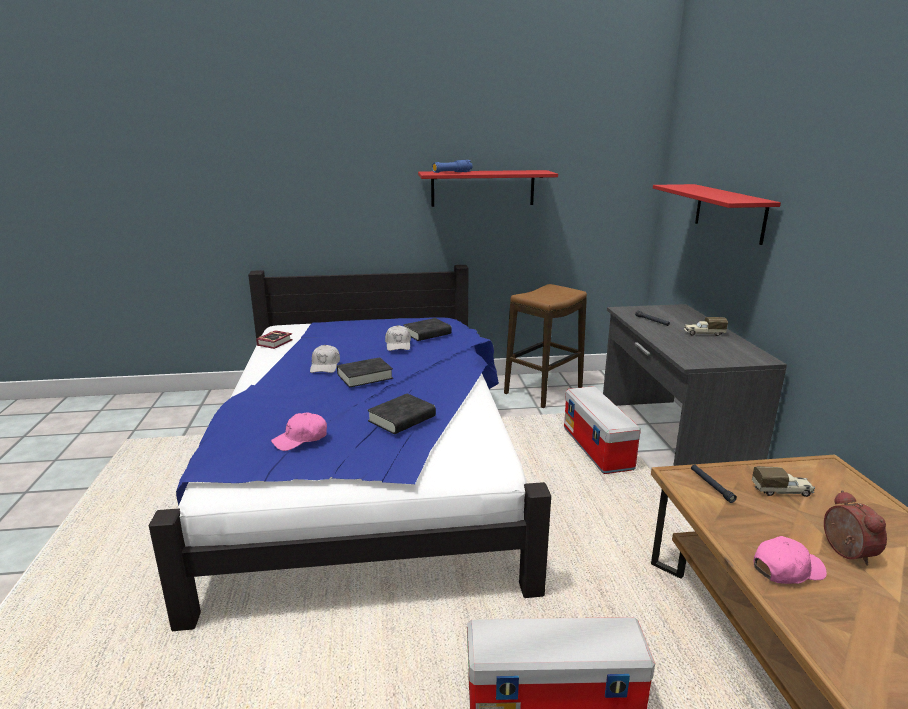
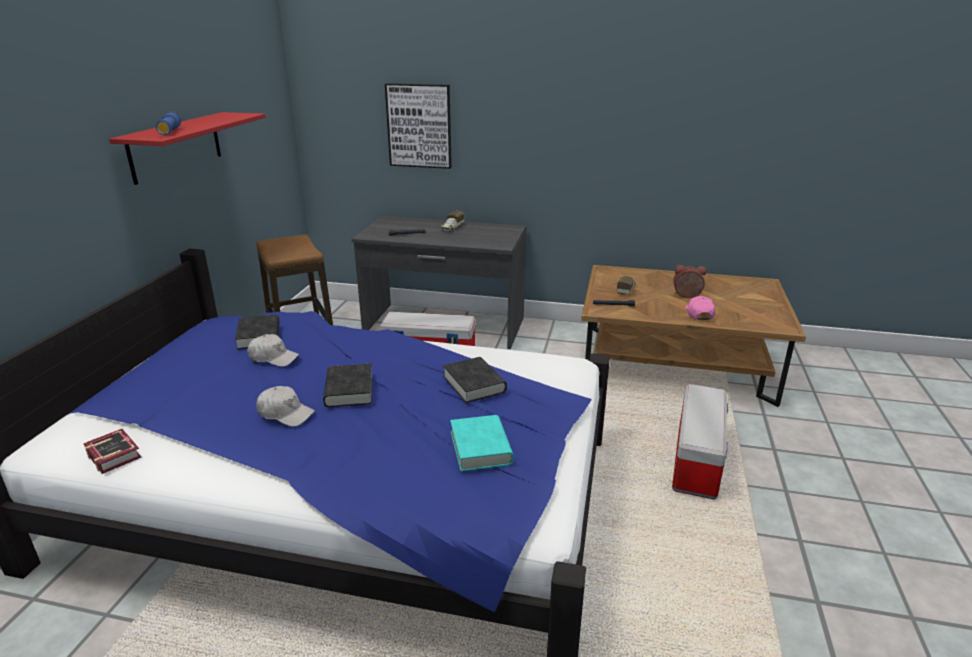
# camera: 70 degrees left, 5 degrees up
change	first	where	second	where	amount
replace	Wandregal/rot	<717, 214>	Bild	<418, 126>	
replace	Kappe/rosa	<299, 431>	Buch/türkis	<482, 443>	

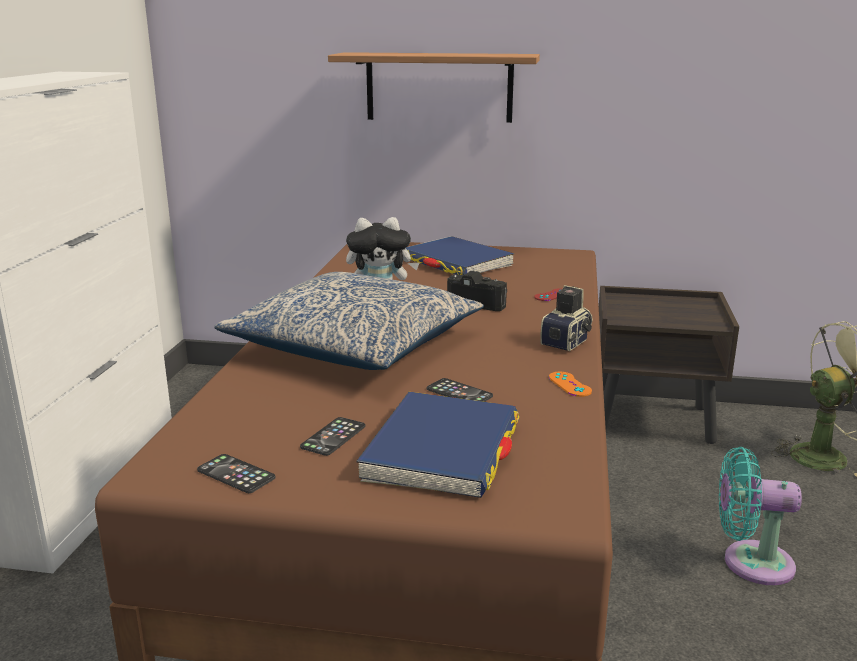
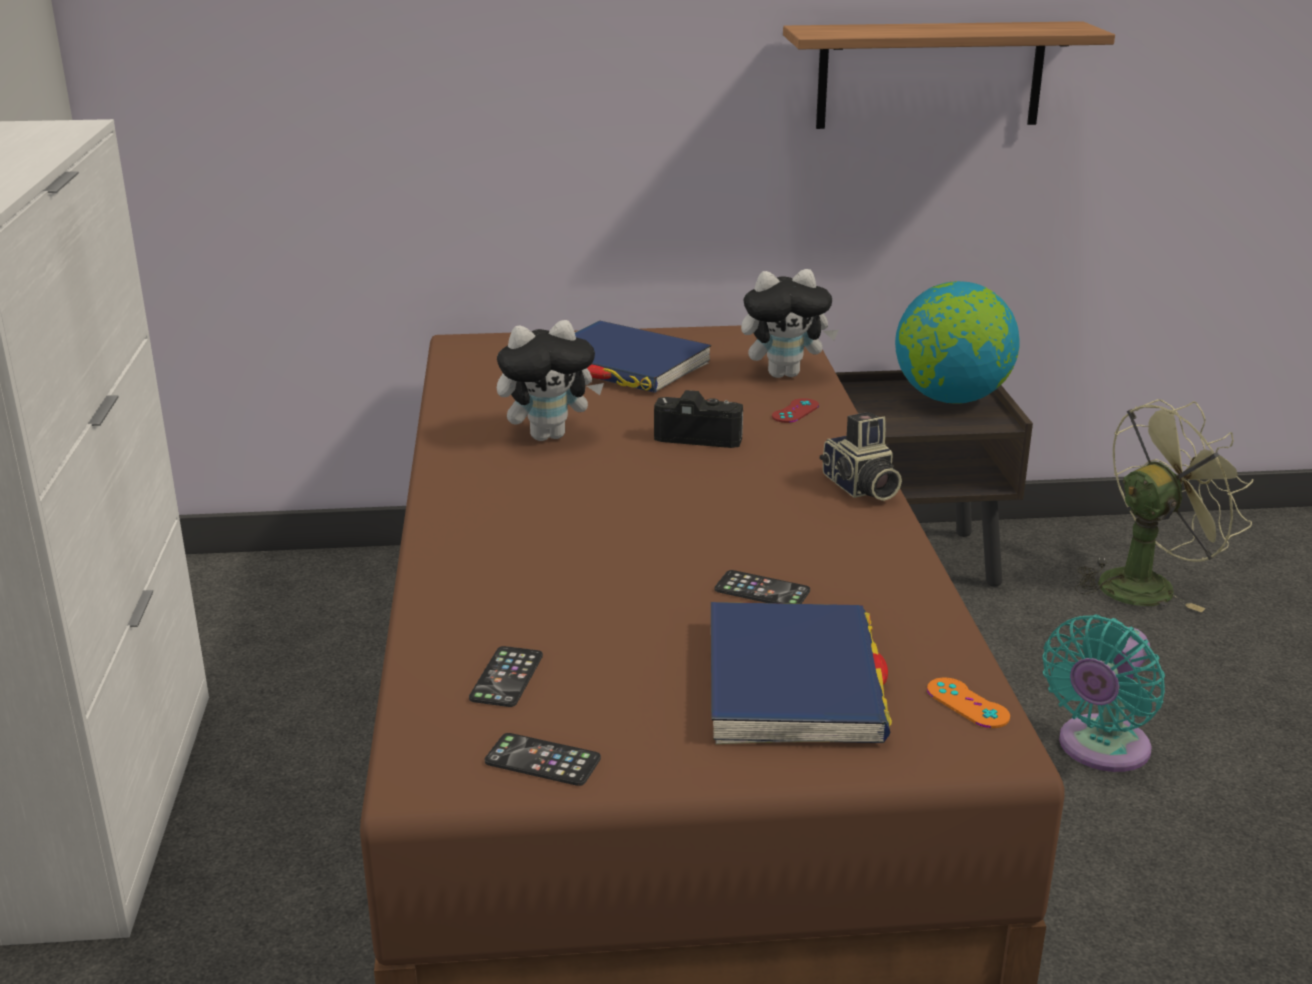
# camera: 15 degrees left, 5 degrees up
change	first	where	second	where	amount
move	Handy	<332, 436>		<506, 676>	
insert			Plüschtier	<789, 323>	
move	Wandregal	<434, 87>		<949, 75>	
rotate	Kamera	<566, 318>		<861, 456>	135 degrees clockwise
insert			Globus	<957, 342>	
move	Gamepad/orange	<570, 384>		<968, 703>	
rotate	Ventilator/türkis	<760, 516>		<1103, 693>	45 degrees counterclockwise
delete	Kissen	<349, 321>			

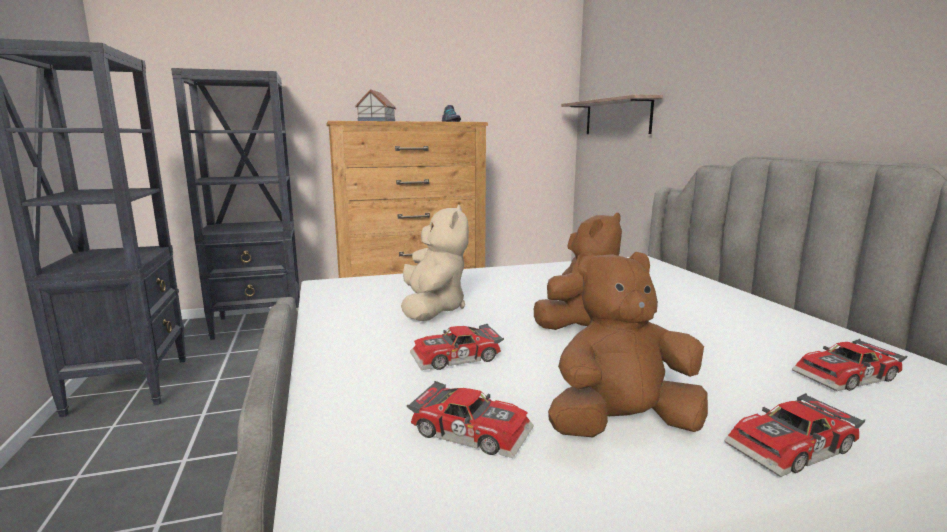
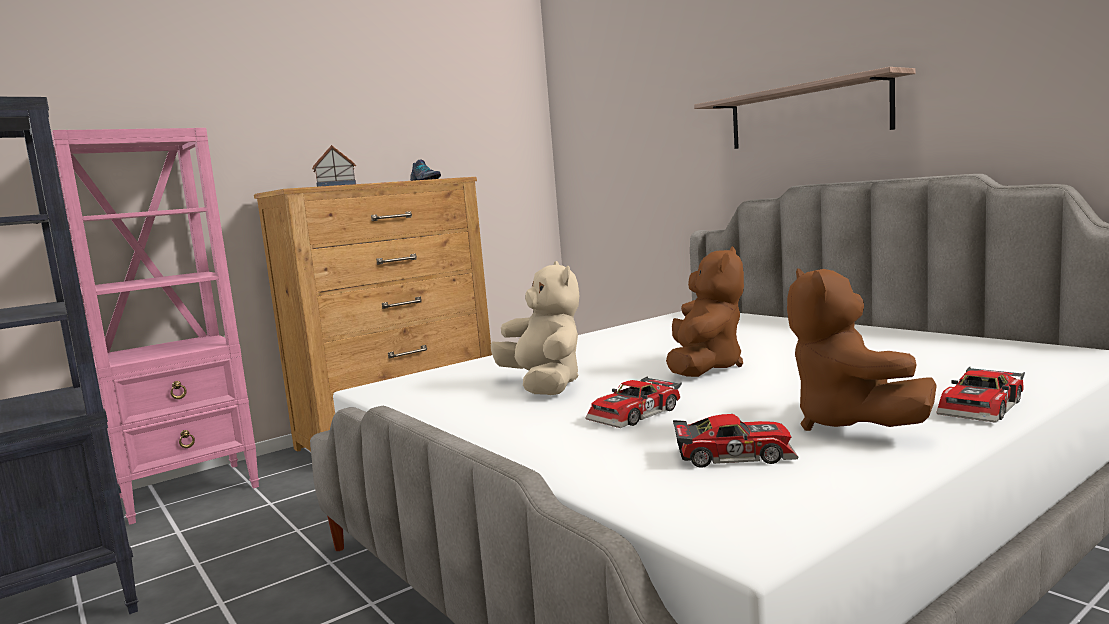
# camera: 20 degrees left, 5 degrees down
change	first	where	second	where	amount
recolor	Bücherregal/schwarz	<235, 204>	Bücherregal/rosa	<155, 326>	
move	Wandregal	<612, 114>		<804, 108>	
rotate	Plüschtier/braun	<628, 343>		<862, 349>	60 degrees counterclockwise
delete	Spielzeugauto	<849, 365>			

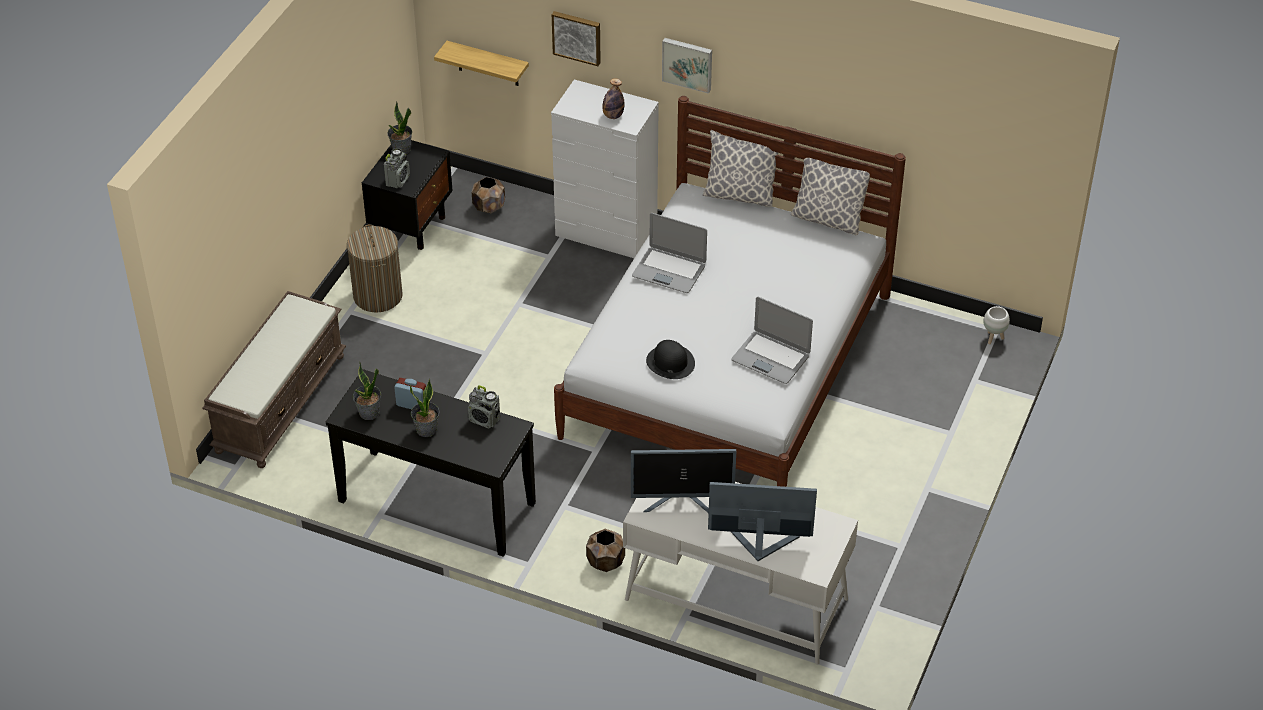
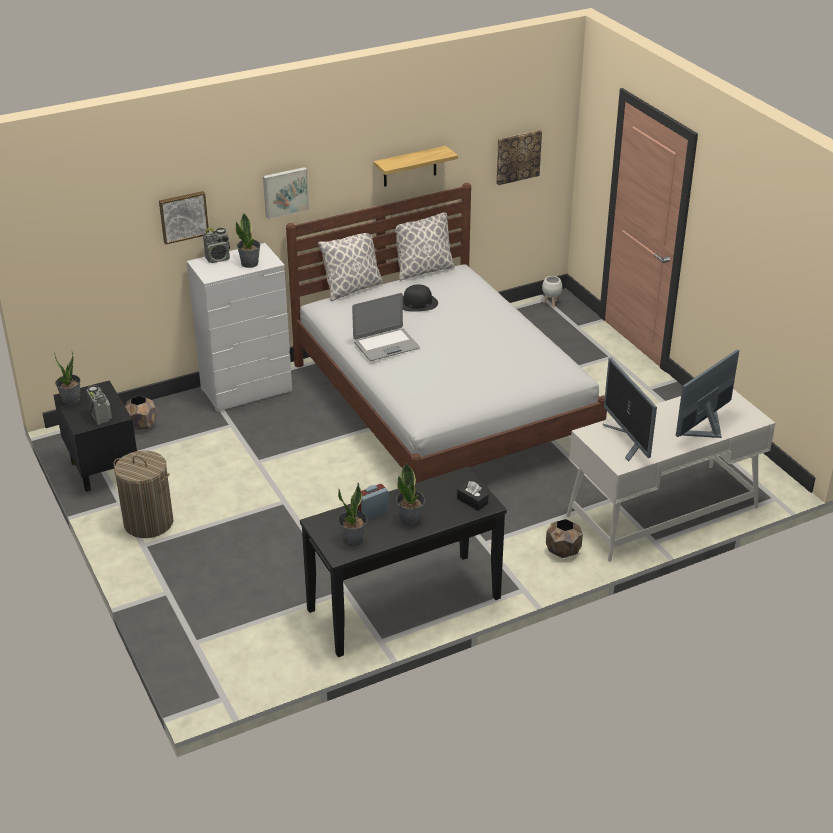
# camera: 50 degrees left, 10 degrees down
change	first	where	second	where	amount
move	Radio	<484, 406>		<216, 245>	
replace	Flasche	<613, 98>	Topfpflanze	<248, 240>	
move	Wandregal	<481, 63>		<416, 166>	
move	Hut/schwarz	<670, 359>		<420, 298>	
insert			Taschentuchbox/schwarz	<472, 496>	
insert			Bild	<519, 157>	
rotate	Monitor	<683, 481>		<630, 409>	120 degrees clockwise
delete	Bank/braun	<274, 379>			
delete	Laptop	<772, 340>			

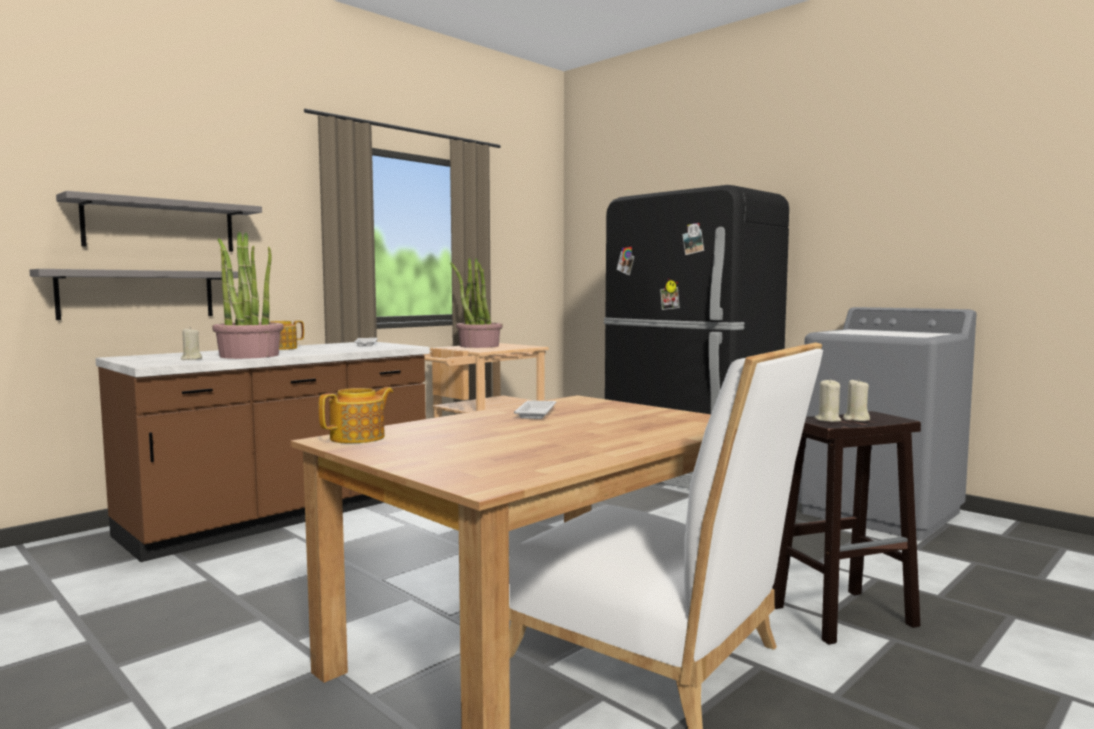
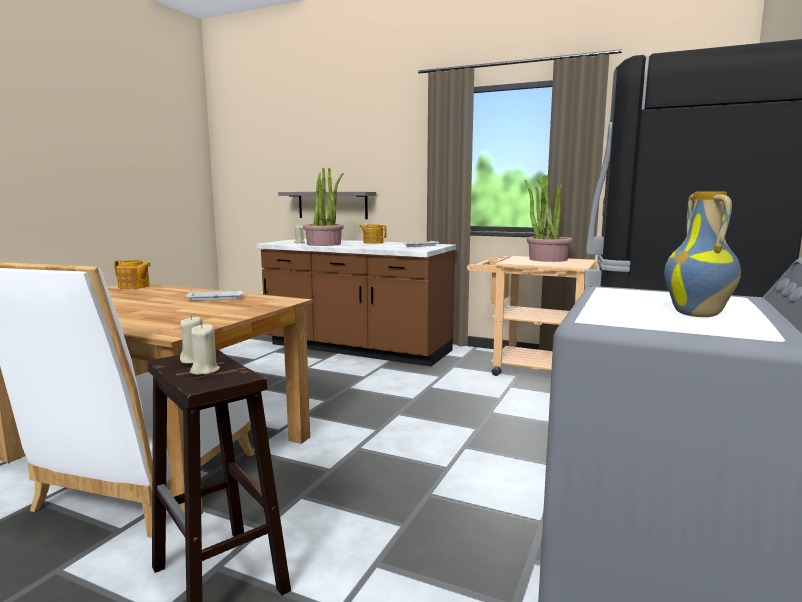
# camera: 70 degrees right, 5 degrees up
change	first	where	second	where	amount
insert			Vase	<702, 254>	
delete	Wandregal/grau	<159, 221>			

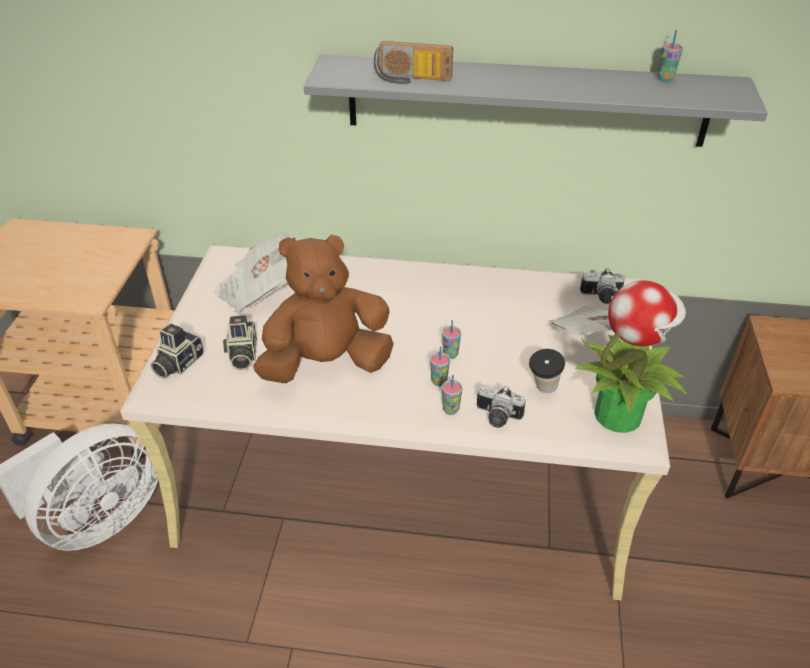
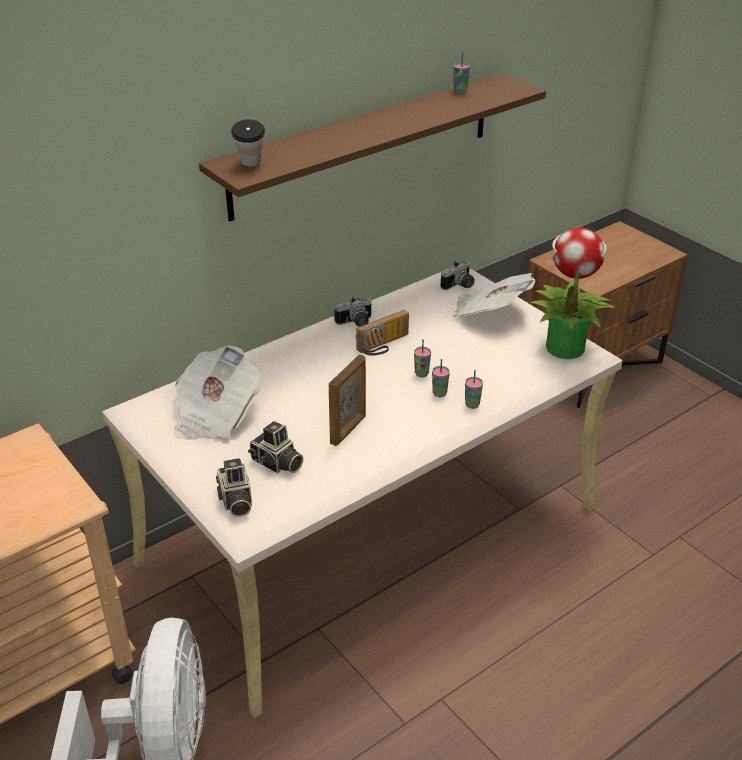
# camera: 45 degrees left, 5 degrees down
change	first	where	second	where	amount
recolor	Wandregal/grau	<536, 101>	Wandregal/braun	<372, 147>	
move	Tasse	<547, 371>		<248, 143>	
replace	Plüschtier/braun	<323, 308>	Bilderrahmen	<347, 400>	
move	Kamera	<501, 406>		<352, 311>	
move	Radio	<413, 62>		<382, 333>	

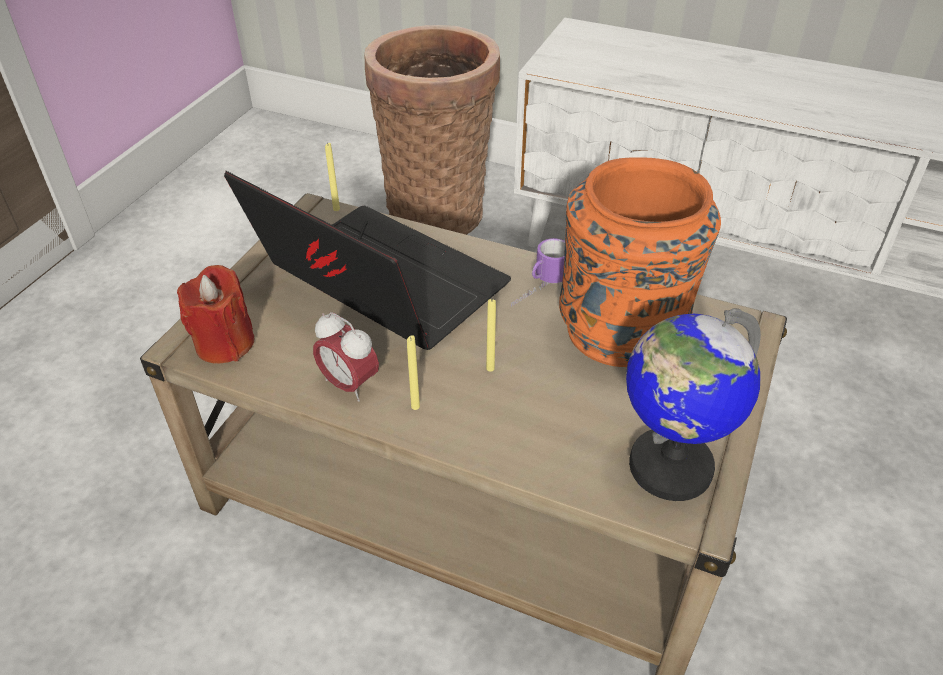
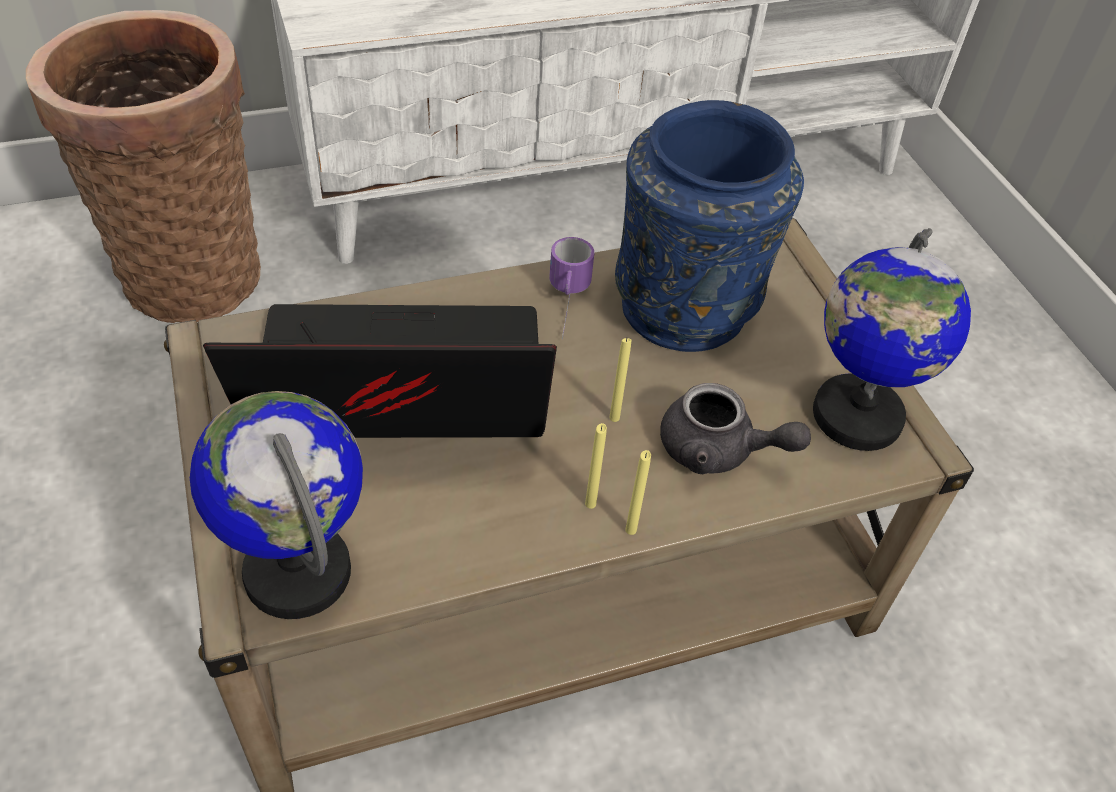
# camera: 45 degrees left, 5 degrees up
change	first	where	second	where	amount
replace	Kerze/rot	<215, 314>	Globus	<276, 505>	
recolor	Vase/orange	<640, 262>	Vase/blau	<709, 226>	
move	Kerze/gelb	<332, 177>		<638, 492>	
insert			Teekanne/grau	<735, 428>	
delete	Wecker	<346, 357>			

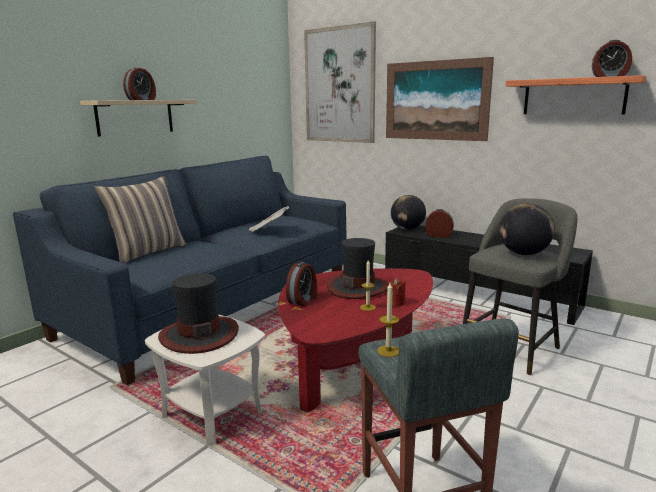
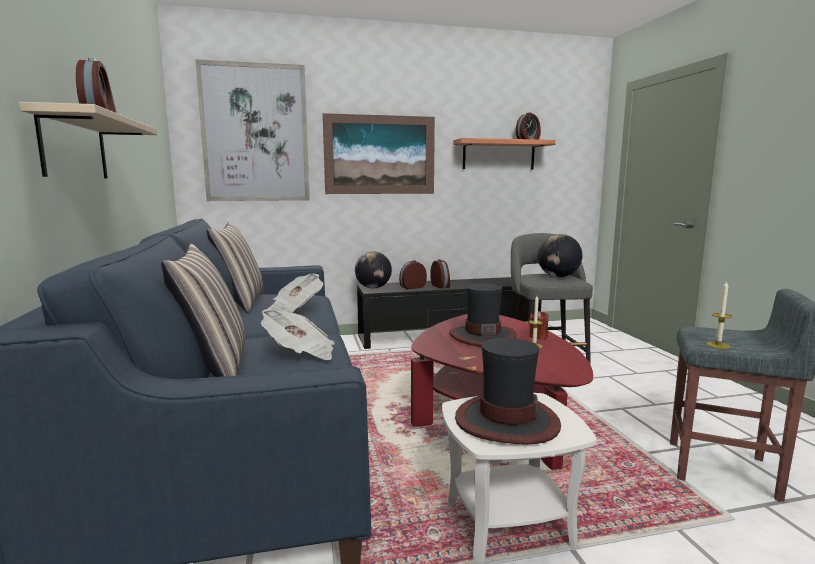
# camera: 50 degrees left, 5 degrees down
change	first	where	second	where	amount
insert			Kissen	<235, 267>	
insert			Zeitung	<297, 334>	
move	Wecker	<301, 284>		<440, 273>	

